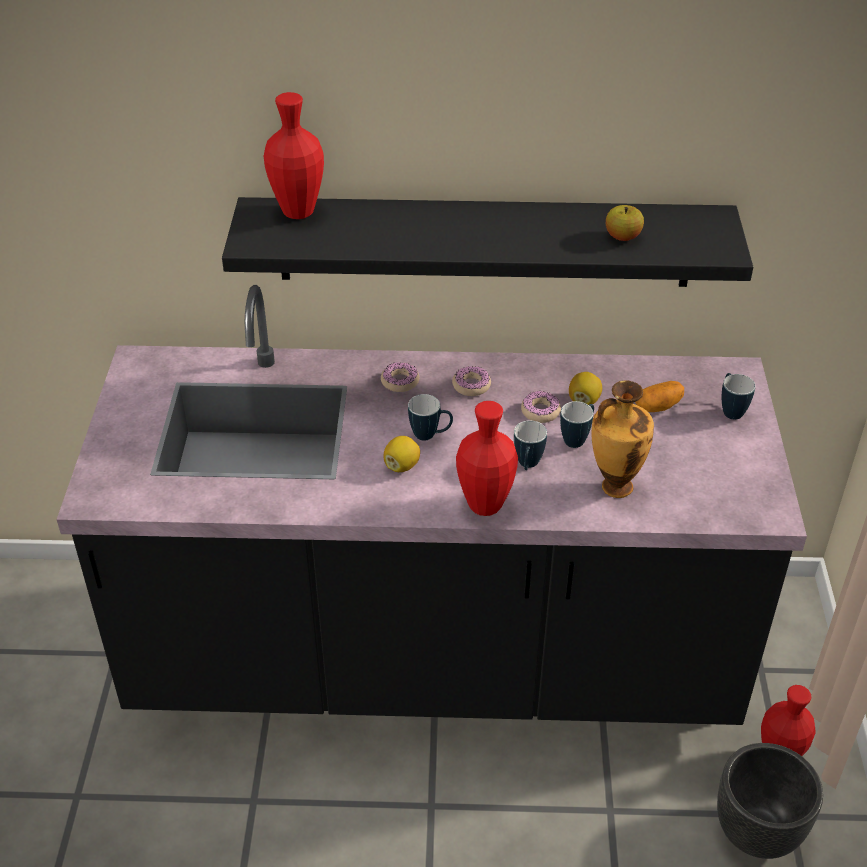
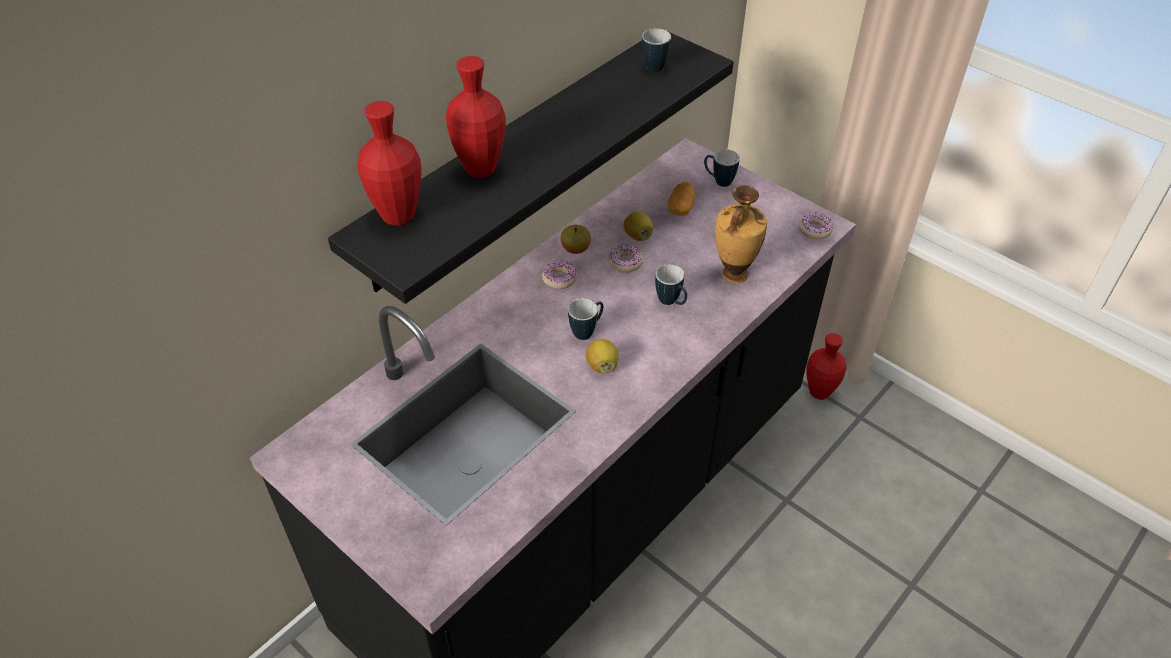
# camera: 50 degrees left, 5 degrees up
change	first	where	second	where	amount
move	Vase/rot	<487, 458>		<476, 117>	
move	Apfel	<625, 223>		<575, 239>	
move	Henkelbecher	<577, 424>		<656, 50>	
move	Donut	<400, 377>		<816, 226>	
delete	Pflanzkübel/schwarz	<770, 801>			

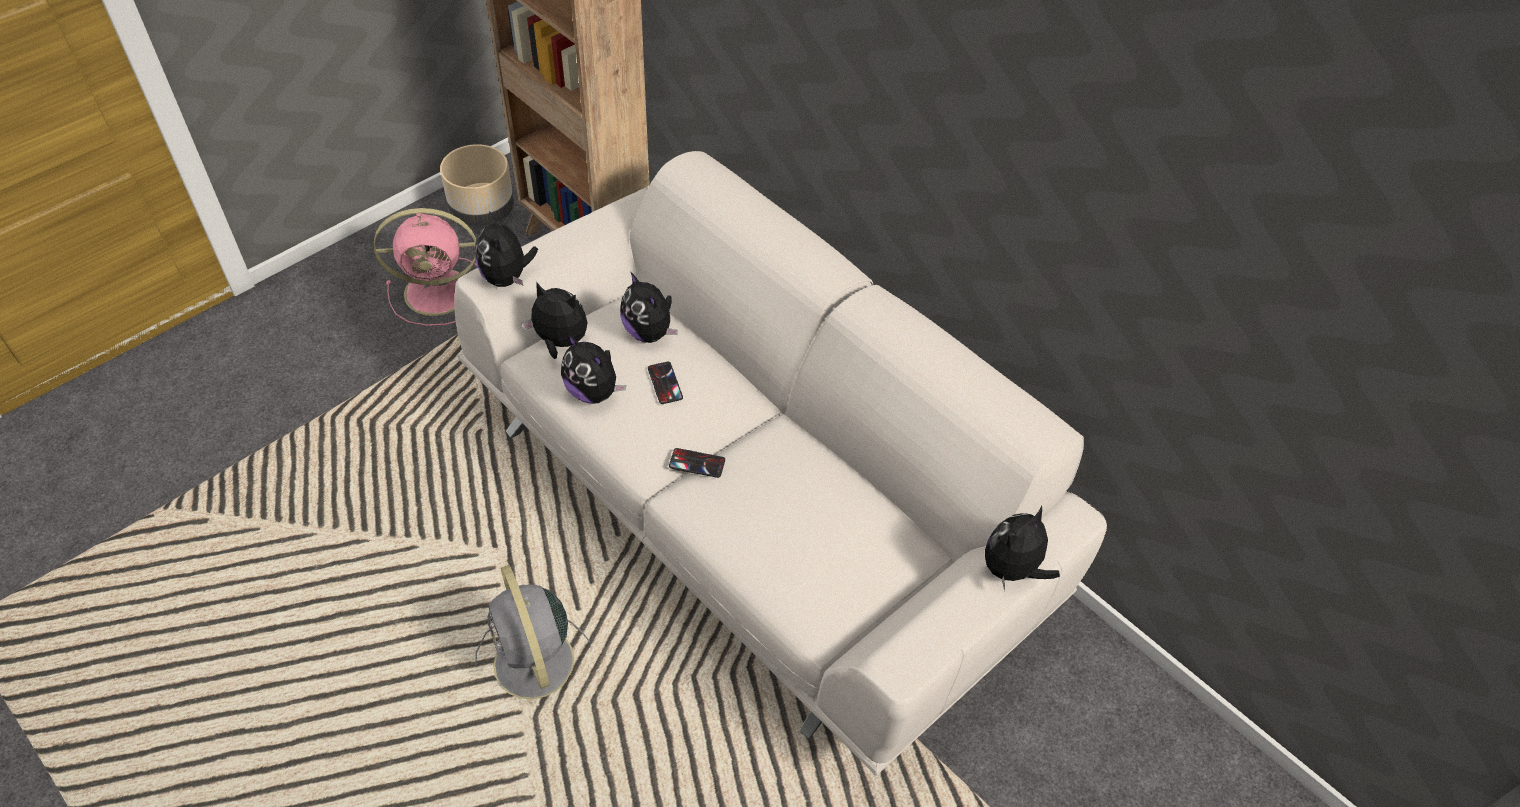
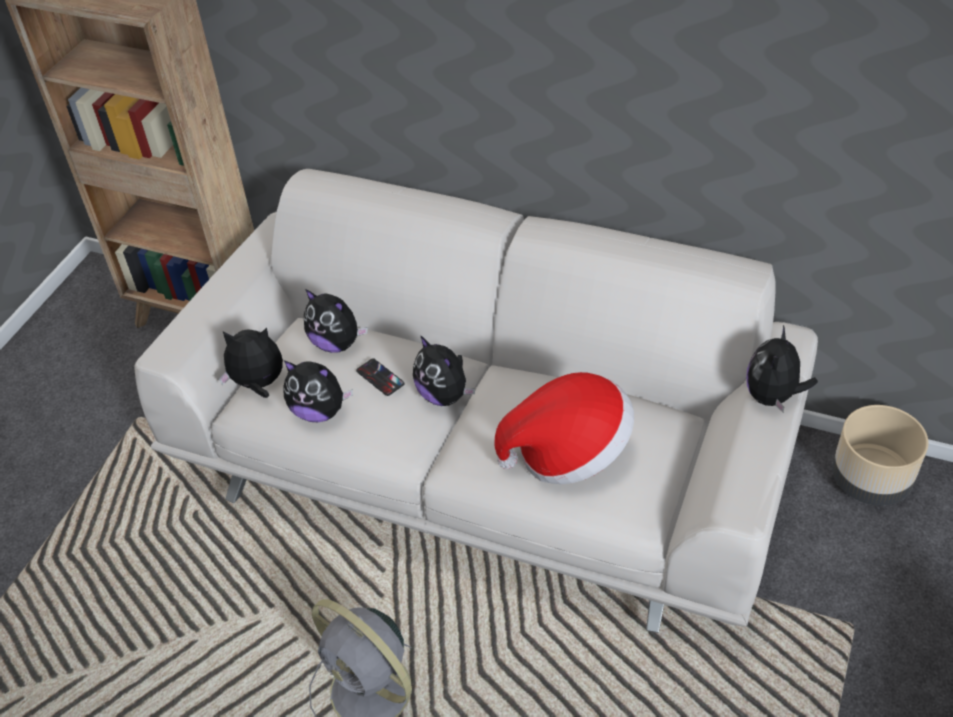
# camera: 20 degrees left, 5 degrees down
change	first	where	second	where	amount
move	Plüschtier	<506, 249>		<444, 370>	
insert			Hut	<564, 428>	
move	Pflanzkübel/beige	<477, 185>		<880, 455>	
delete	Ventilator/rosa	<425, 267>			
delete	Handy	<697, 463>			

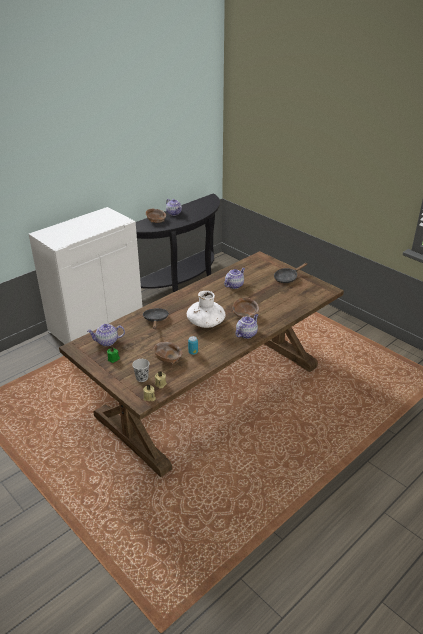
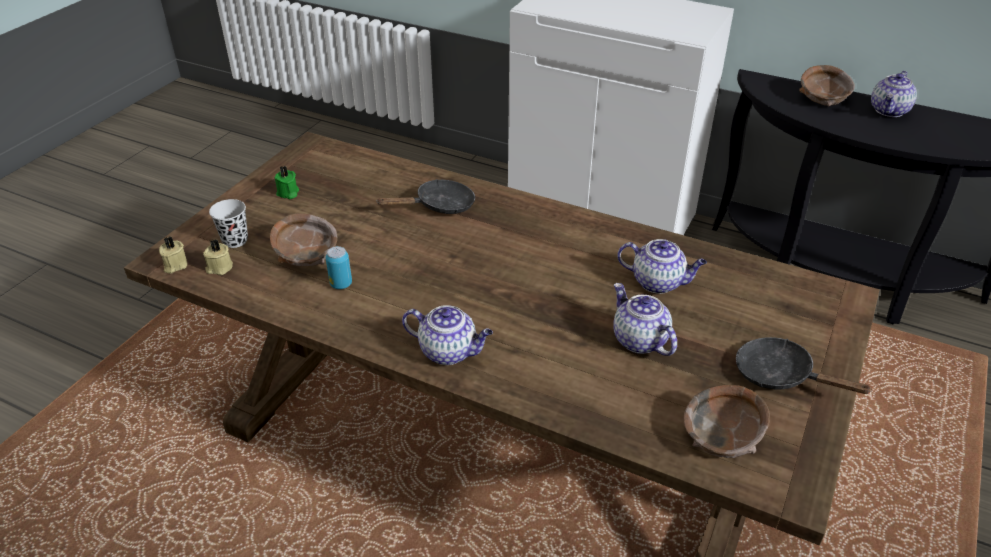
# camera: 70 degrees right, 5 degrees up
change	first	where	second	where	amount
move	Teekanne	<106, 335>		<645, 319>	
move	Schüssel/braun	<246, 307>		<726, 421>	
delete	Vase/weiß	<206, 309>			

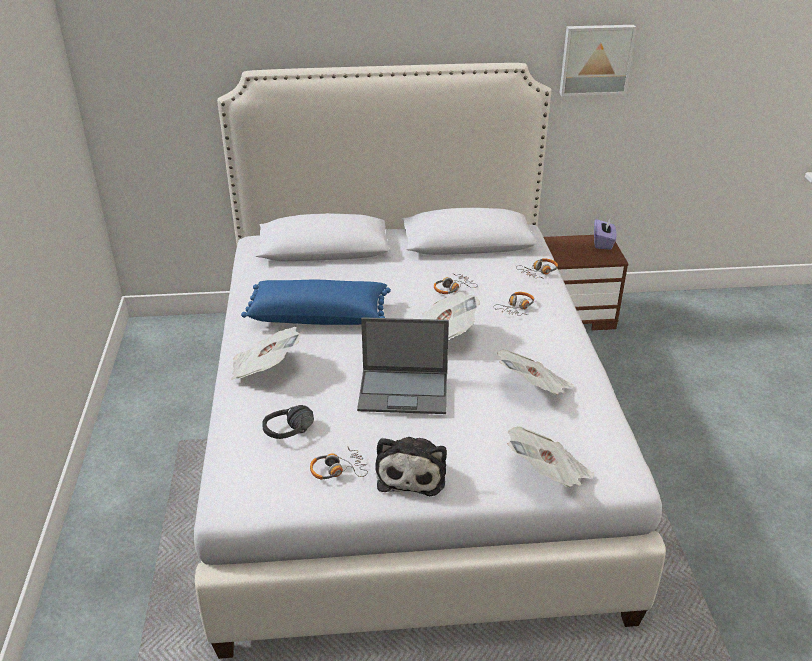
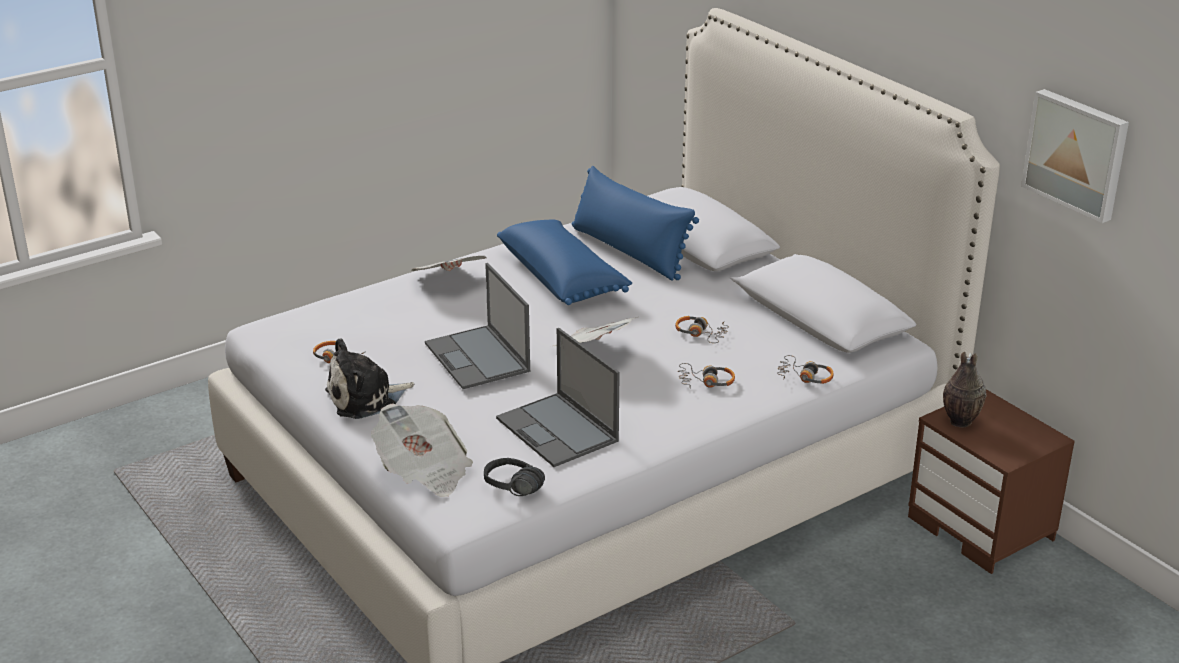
# camera: 60 degrees right, 5 degrees down
change	first	where	second	where	amount
move	Kopfhörer/schwarz	<288, 422>		<514, 477>	
replace	Zeitung	<535, 372>	Laptop	<558, 397>	
insert			Kissen/blau	<635, 223>	
insert			Vase	<964, 390>	
delete	Taschentuchbox/lila	<605, 234>			

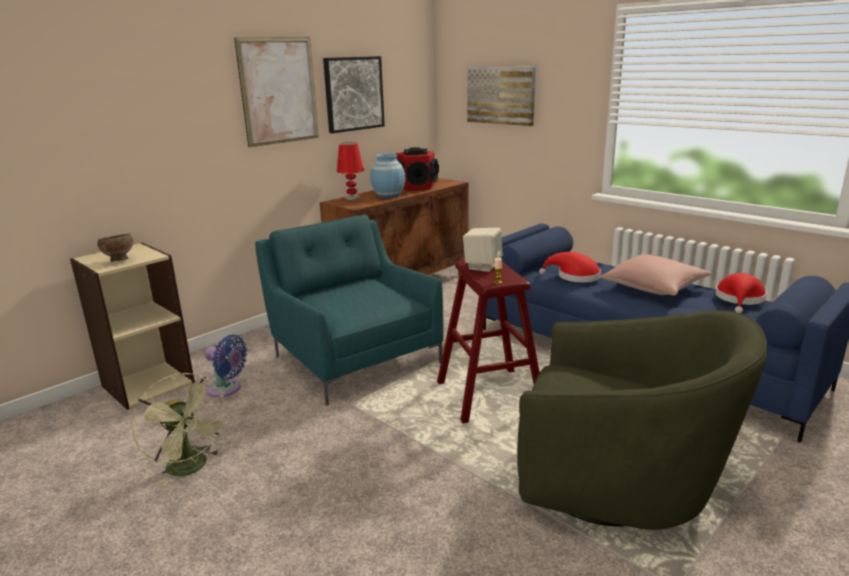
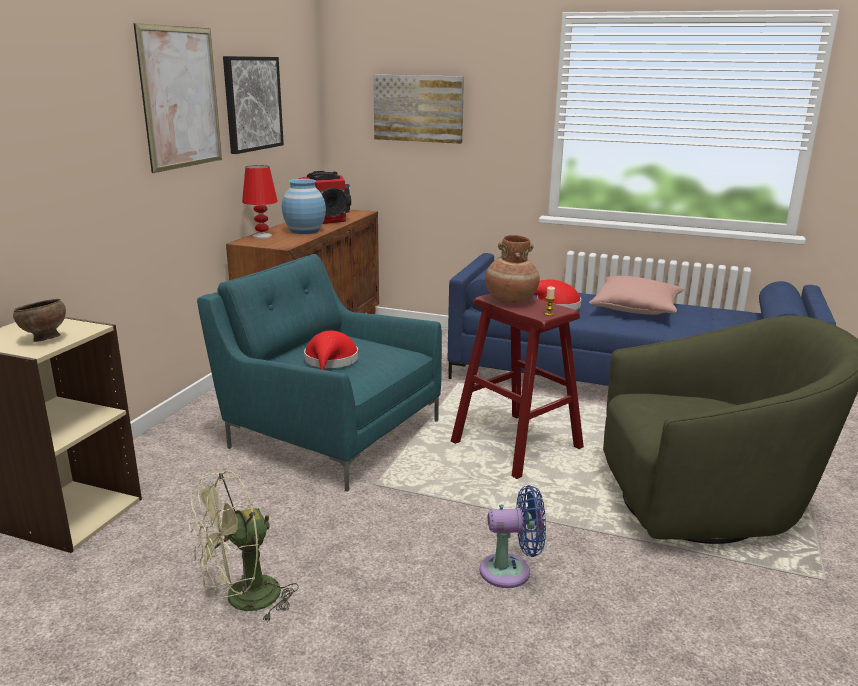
# camera: 25 degrees left, 0 degrees up
change	first	where	second	where	amount
rotate	Ventilator/grün	<181, 430>		<244, 546>	120 degrees clockwise
move	Hut/rot	<741, 293>		<331, 350>	
move	Ventilator/blau	<226, 366>		<513, 536>	
replace	Lautsprecher/beige	<483, 250>	Vase/braun	<512, 269>	

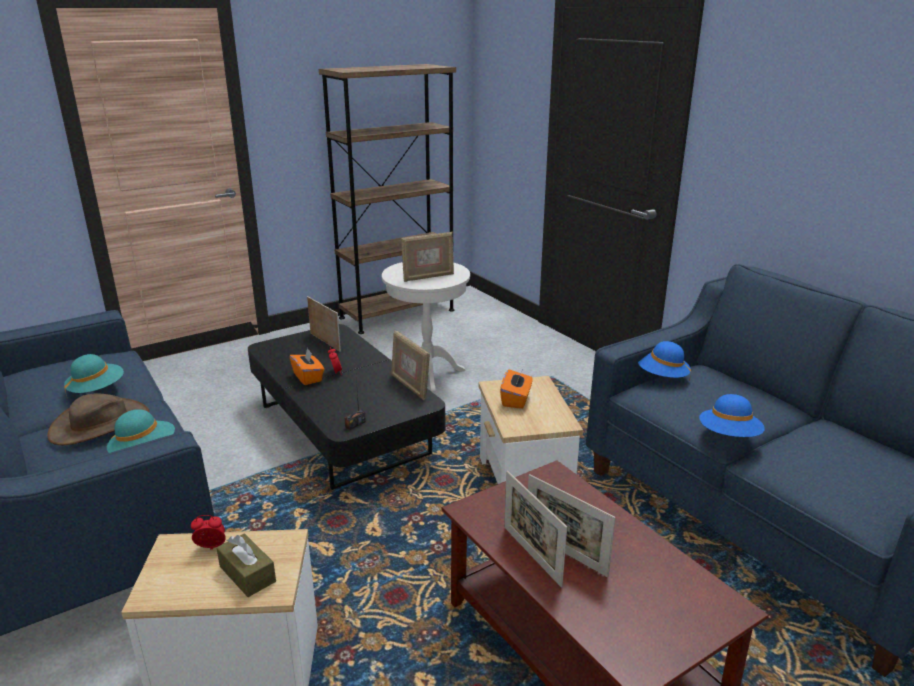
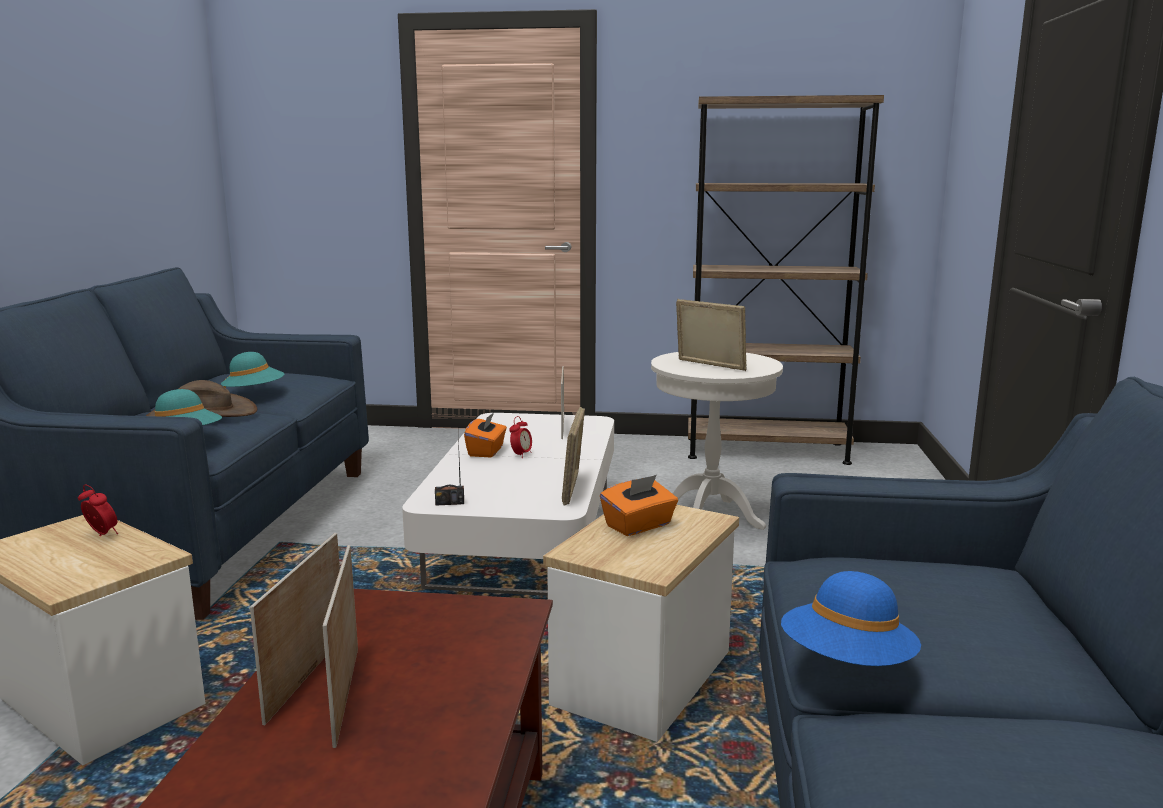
# camera: 40 degrees right, 10 degrees down
change	first	where	second	where	amount
recolor	Couchtisch/schwarz	<346, 407>	Couchtisch/weiß	<508, 504>	
rotate	Bilderrahmen	<427, 257>		<711, 335>	150 degrees counterclockwise
delete	Taschentuchbox/braun	<246, 565>			
delete	Hut/blau	<664, 361>			

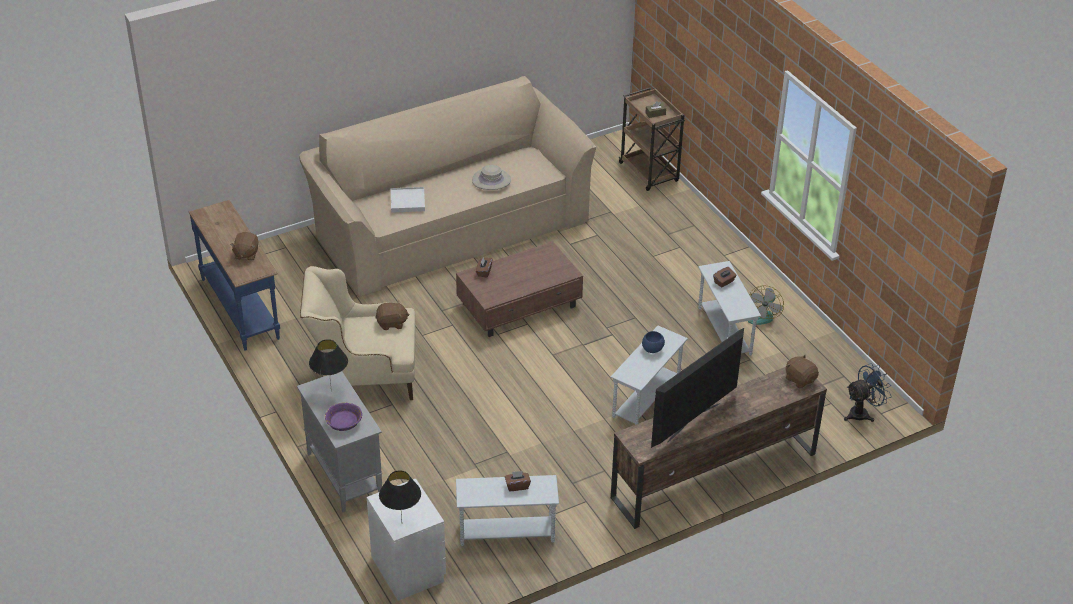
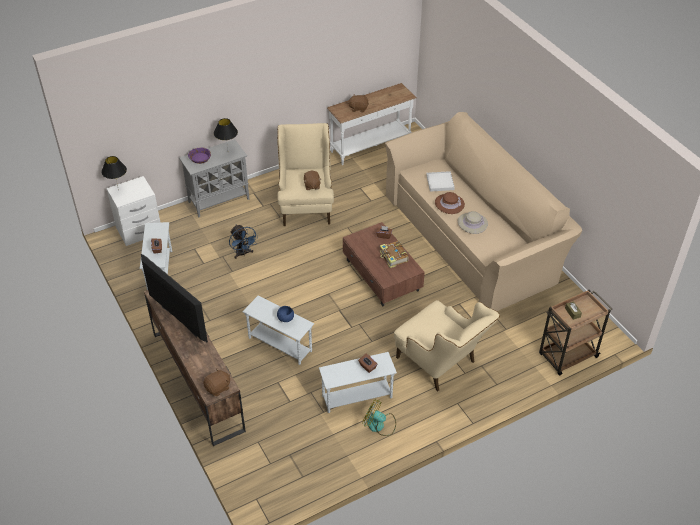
# camera: 90 degrees right, 5 degrees up
change	first	where	second	where	amount
move	Ventilator/blau	<868, 393>		<243, 242>	
recolor	Konsolentisch/blau	<234, 275>	Konsolentisch/weiß	<371, 124>	
insert			Buch	<394, 254>	
insert			Sessel/beige	<447, 345>	
insert			Hut/braun	<450, 203>	

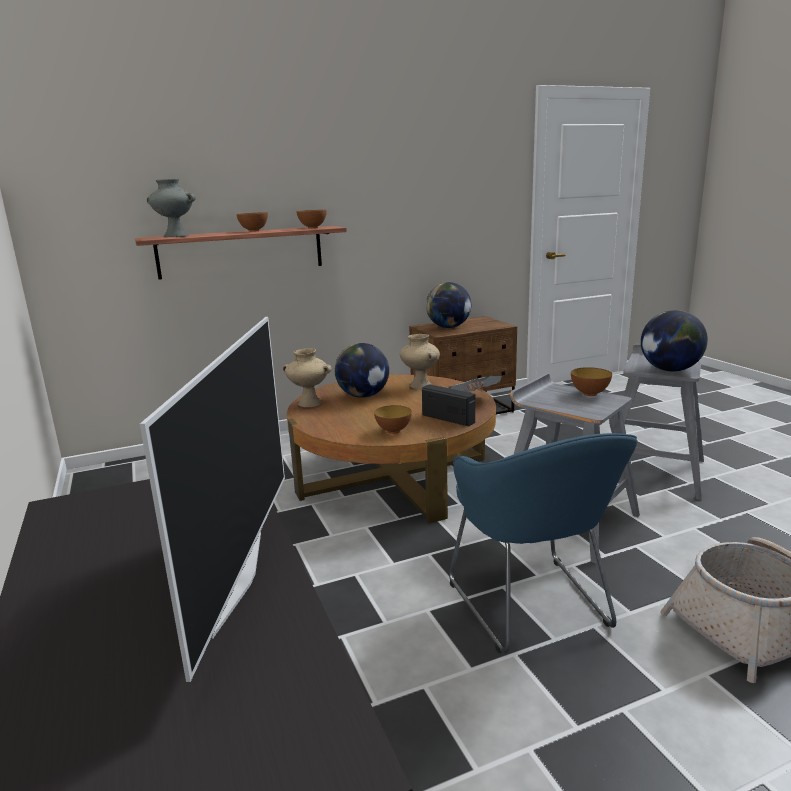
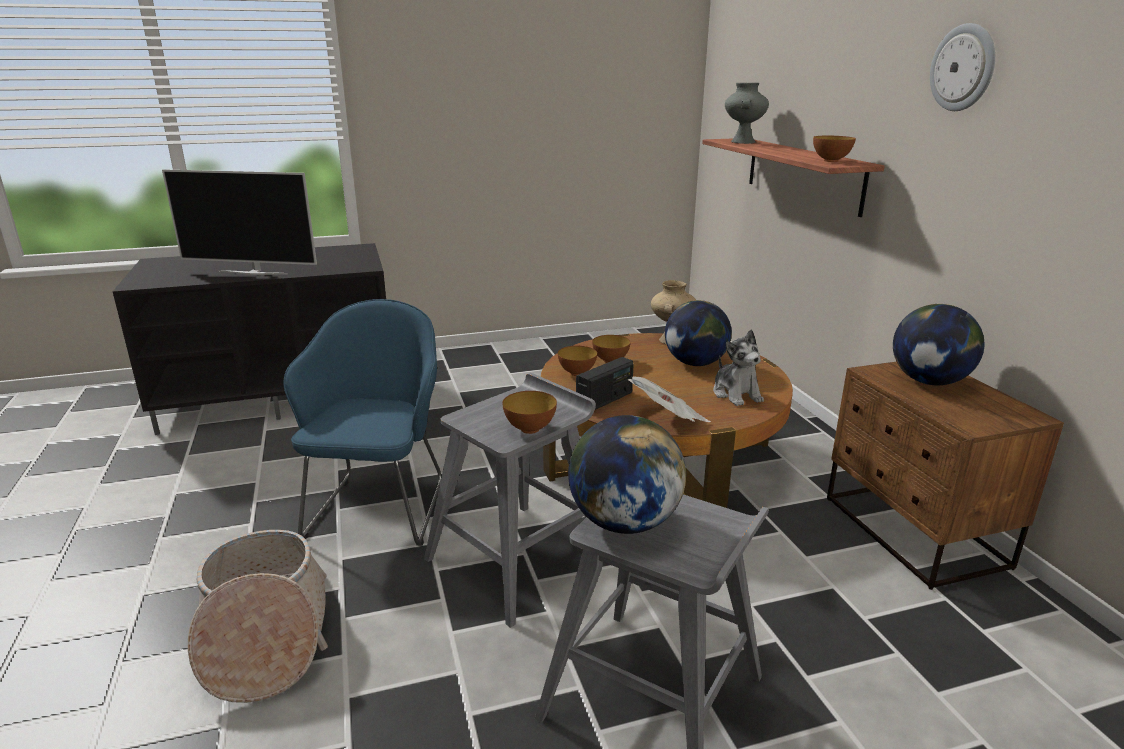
# camera: 95 degrees right, 5 degrees up
change	first	where	second	where	amount
rotate	Sessel/blau	<543, 543>		<362, 422>	105 degrees clockwise
move	Schüssel	<252, 222>		<611, 349>	
replace	Vase/beige	<420, 361>	Plüschtier	<738, 368>	
insert			Wanduhr	<962, 67>	

